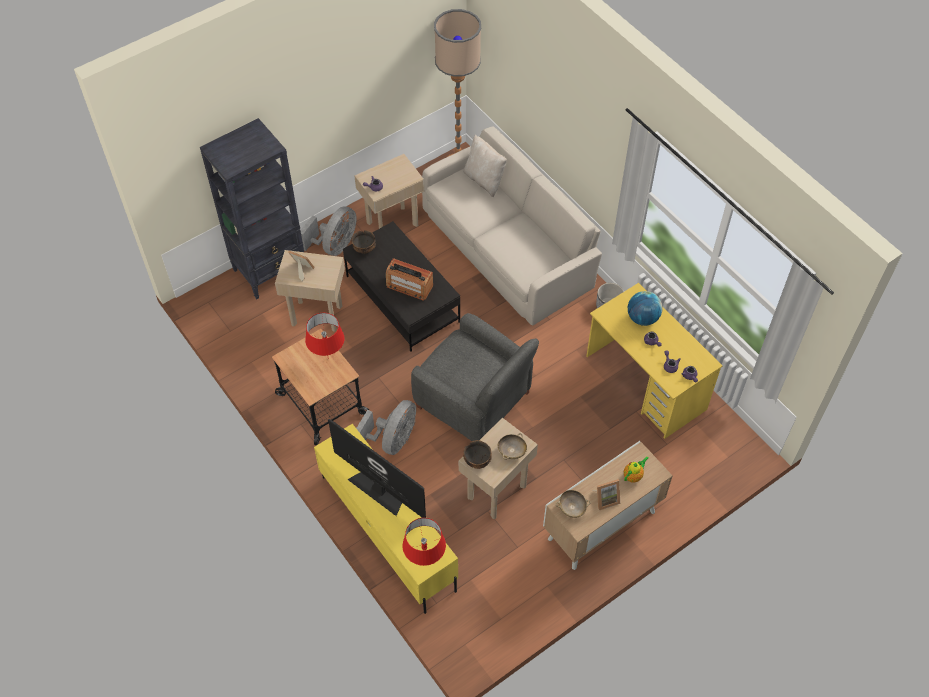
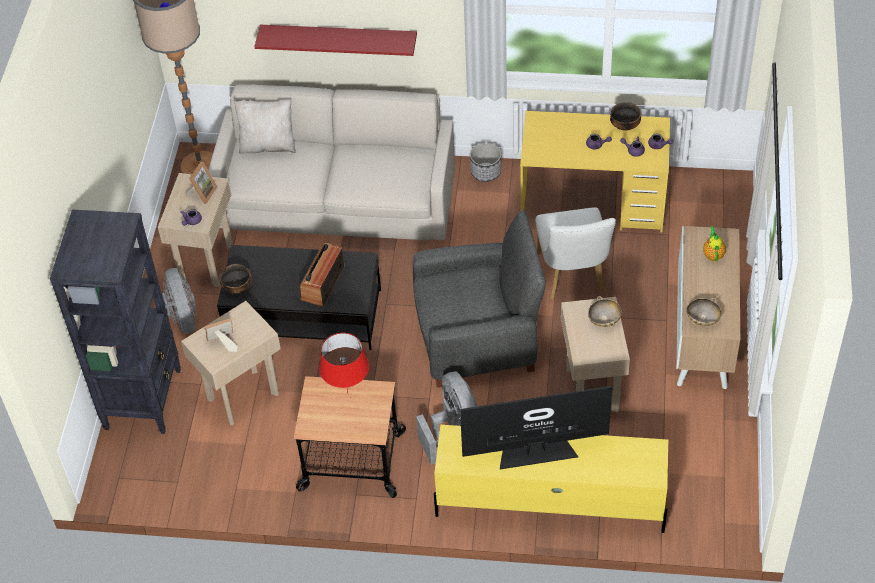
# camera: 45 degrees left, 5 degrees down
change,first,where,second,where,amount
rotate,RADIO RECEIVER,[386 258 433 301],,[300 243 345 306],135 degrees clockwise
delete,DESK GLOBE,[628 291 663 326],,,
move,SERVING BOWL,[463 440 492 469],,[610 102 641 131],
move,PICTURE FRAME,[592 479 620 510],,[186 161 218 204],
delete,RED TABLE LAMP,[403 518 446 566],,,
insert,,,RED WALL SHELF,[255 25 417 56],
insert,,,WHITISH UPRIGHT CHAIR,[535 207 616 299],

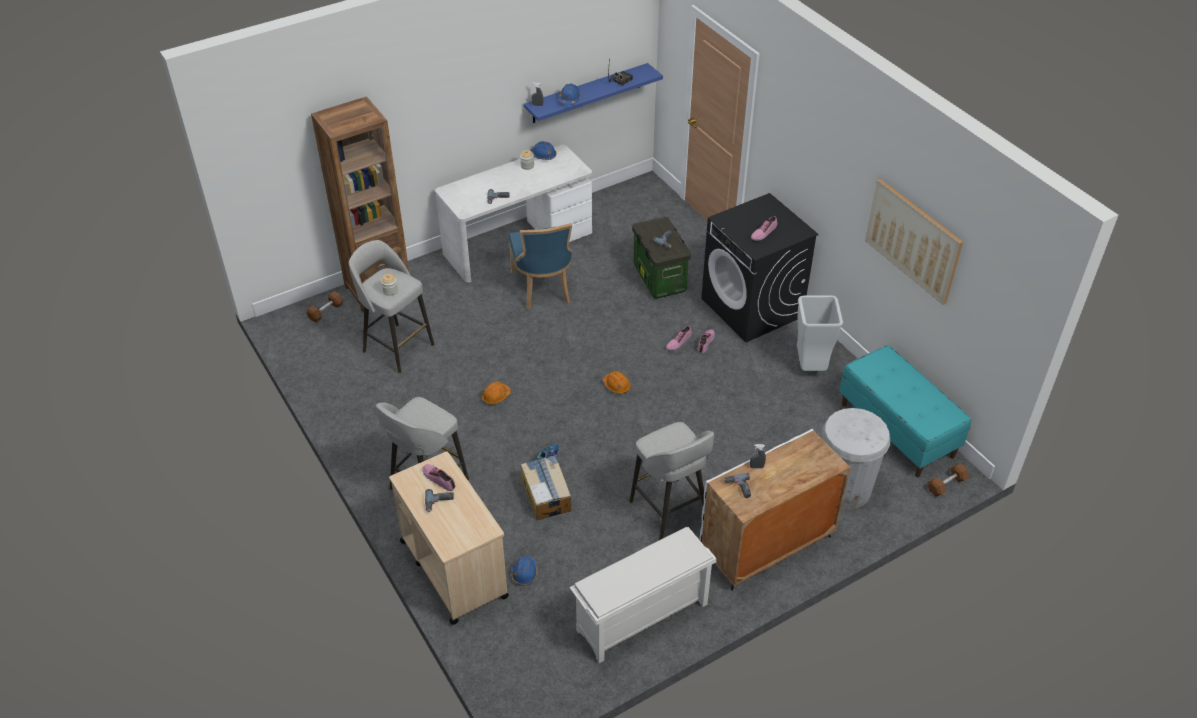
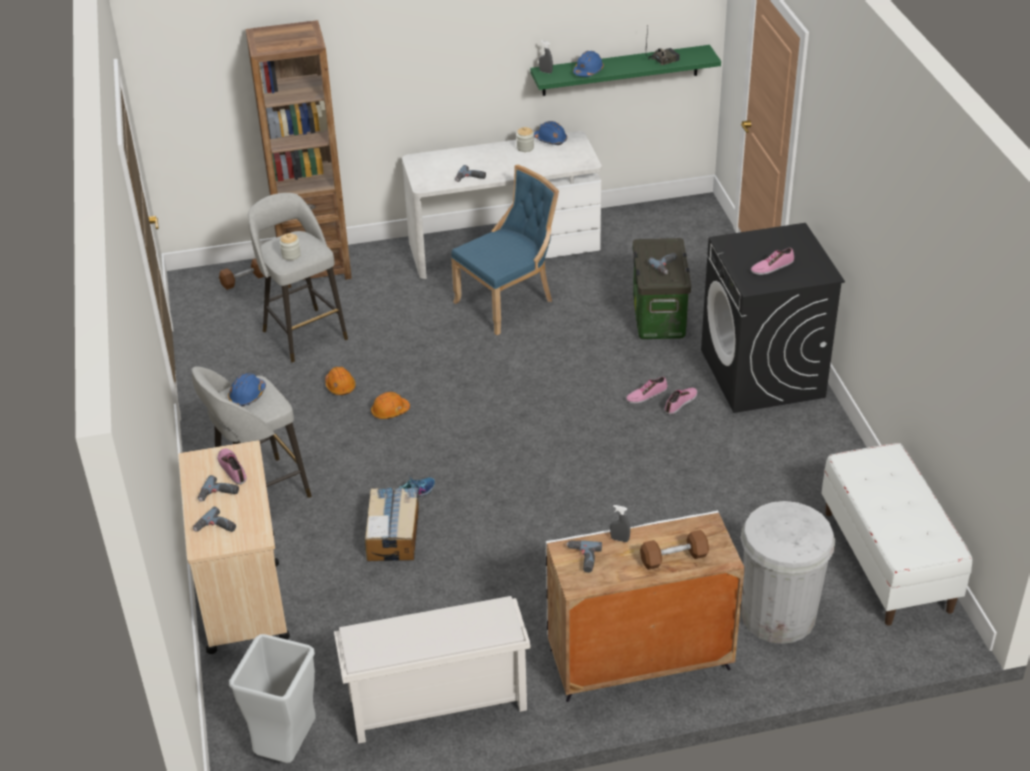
# camera: 20 degrees right, 5 degrees down
change,first,where,second,where,amount
recolor,BLUE-COLOURED WALL SHELF,[524 63 663 123],GREENISH WALL SHELF,[530 45 721 96],
delete,PICTURE,[865 179 963 305],,,
rotate,BLUE-COLOURED UPRIGHT CHAIR,[509 223 572 309],,[451 165 559 335],135 degrees counterclockwise
move,GRAY TRASH CAN,[797 295 843 371],,[229 634 316 763],
recolor,TURQUOISE-COLOURED INDOOR BENCH,[839 345 971 477],WHITISH INDOOR BENCH,[821 443 972 626],
move,ORANGE-COLOURED SAFETY HELMET,[603 371 631 394],,[325 367 356 395],
delete,GRAY STOOL,[629 422 714 540],,,
move,BROWN-COLOURED FREE WEIGHT,[927 463 969 497],,[640 530 709 570],
move,BLUE-COLOURED SAFETY HELMET,[511 556 538 585],,[228 373 266 406],
insert,,,ELECTRIC DRILL,[193 506 236 532],

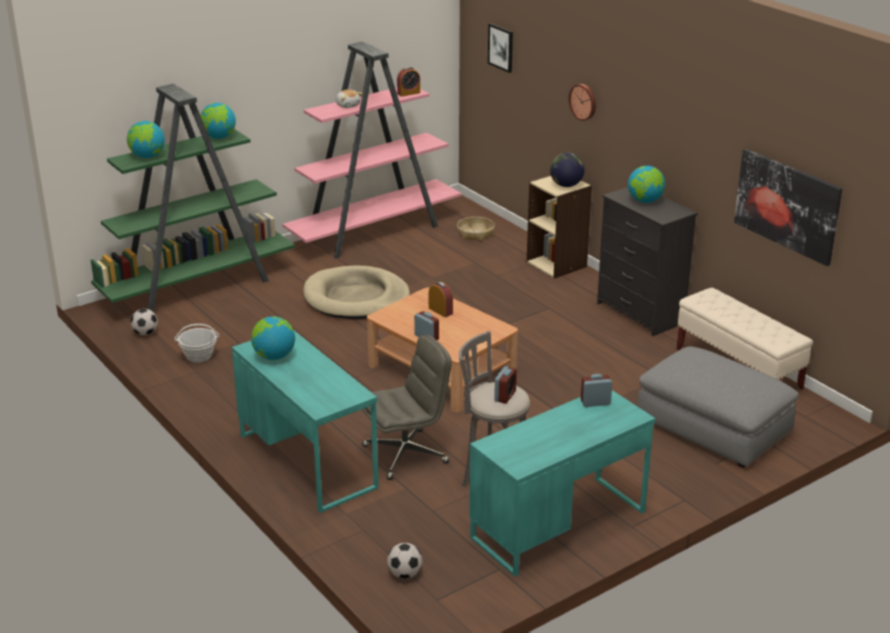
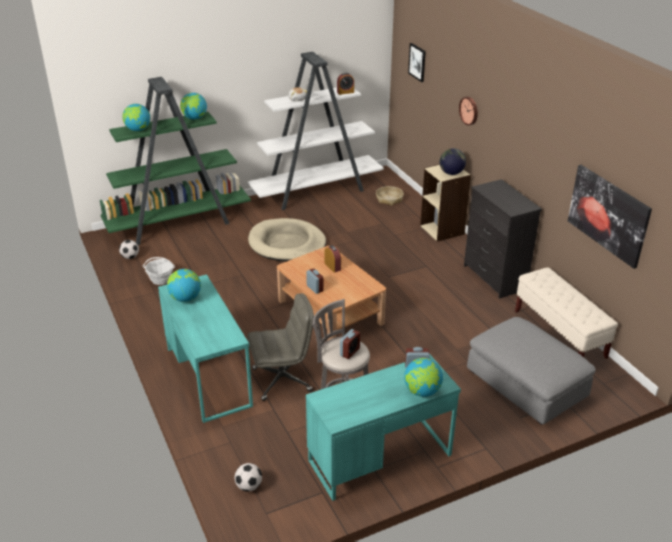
# camera: 10 degrees right, 5 degrees up
change,first,where,second,where,amount
recolor,PINK-COLOURED BOOKCASE,[282 42 462 259],WHITISH BOOKCASE,[248 52 384 210],
move,DESK GLOBE,[628 166 665 203],,[404 358 443 397],

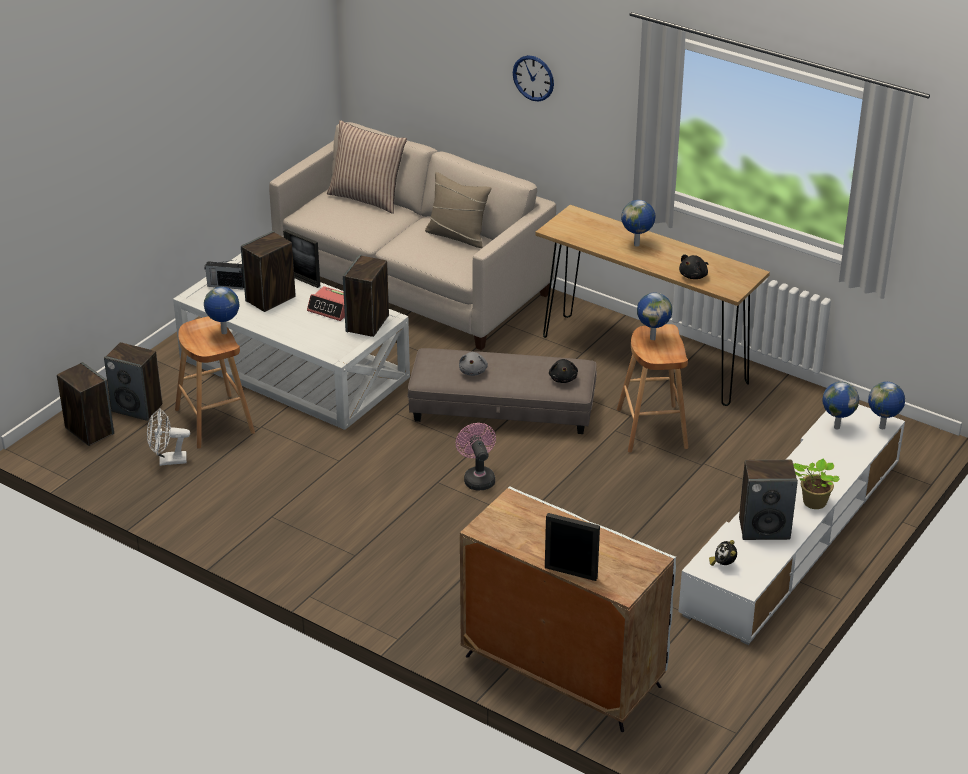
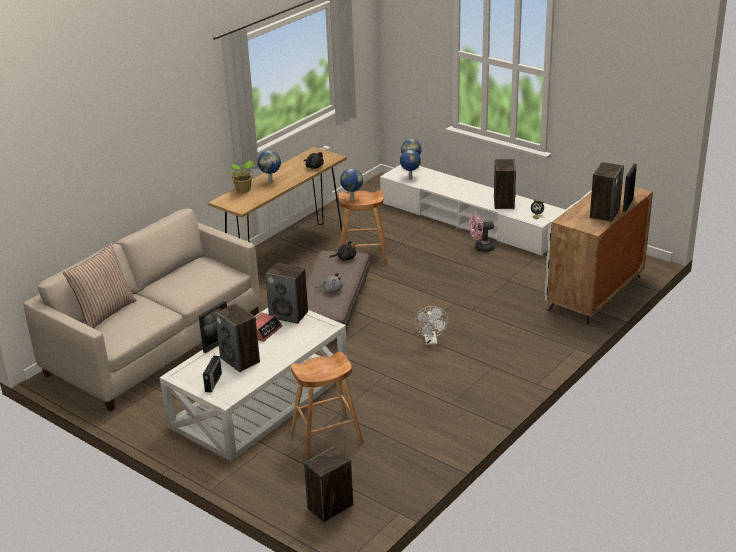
# camera: 85 degrees left, 5 degrees down
change,first,where,second,where,amount
delete,WALL CLOCK,[513 55 554 102],,,
delete,SAND-COLOURED CUSHION,[425 172 491 248],,,
delete,DESK GLOBE,[204 287 239 334],,,
move,LOUDSPEAKER,[104 342 162 421],,[590 162 624 222],
move,WHITISH COOLING FAN,[147 408 190 466],,[414 306 448 345],
move,PINK-COLOURED COOLING FAN,[456 423 496 491],,[469 214 495 252],
move,POTTED PLANT,[793 459 840 509],,[228 160 256 193],

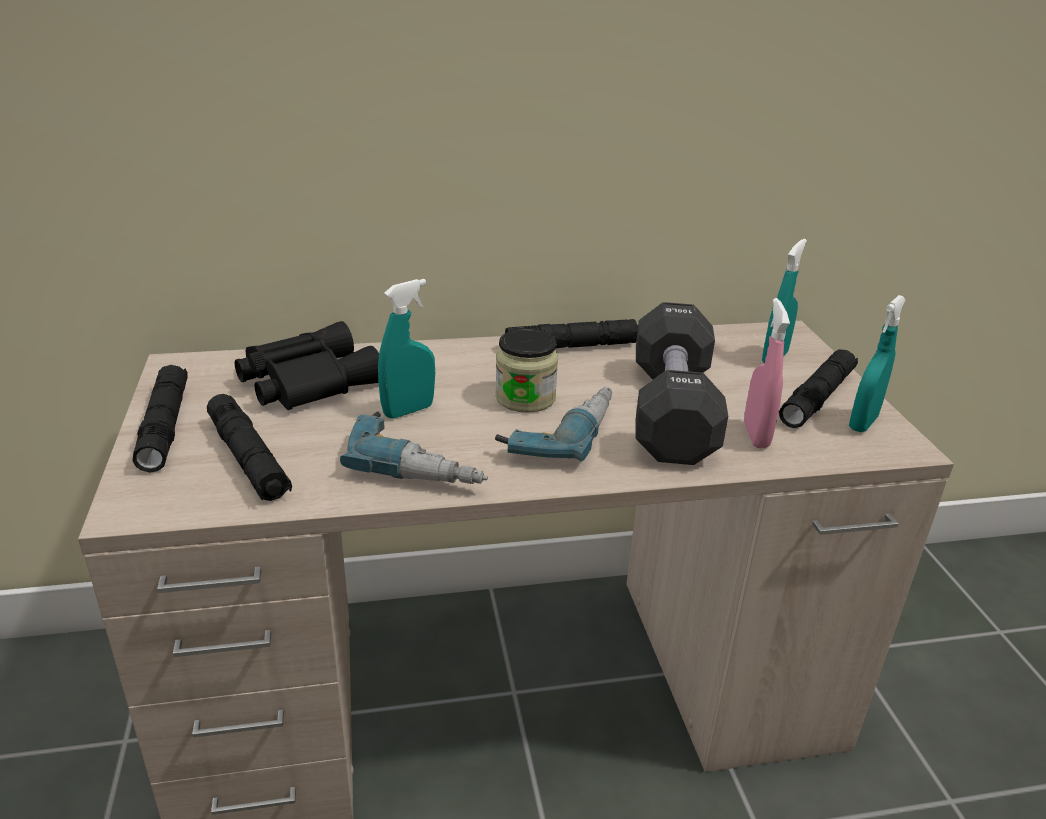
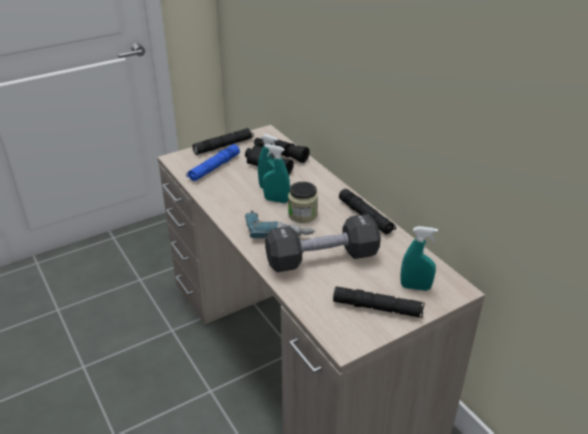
# camera: 70 degrees right, 5 degrees up
change,first,where,second,where,amount
move,TURQUOISE-COLOURED HAND SPRAYER,[849 295 906 432],,[263 144 290 203],
delete,PINK-COLOURED HAND SPRAYER,[744 298 790 448],,,
recolor,BLACK FLASHLIGHT,[207 394 292 501],BLUE-COLOURED FLASHLIGHT,[186 144 240 182],
delete,ELECTRIC DRILL,[340 411 488 484],,,

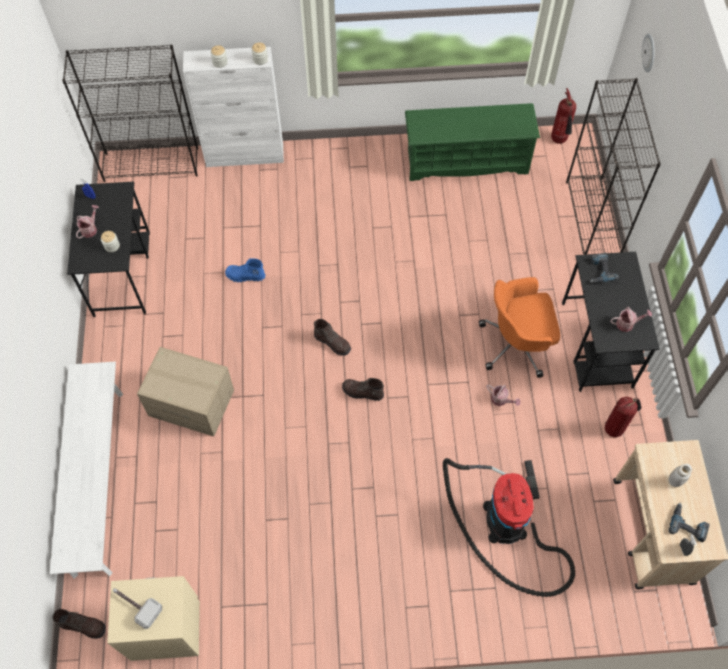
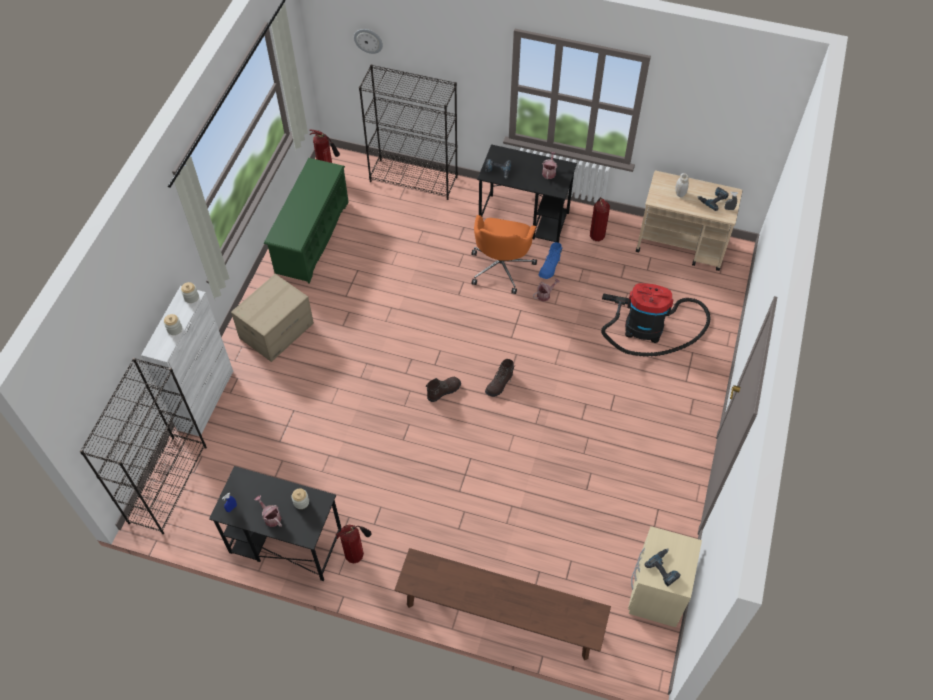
# camera: 70 degrees left, 5 degrees down
change,first,where,second,where,amount
move,BLUE-COLOURED TALL BOOT,[225 258 265 282],,[539 242 562 279],
move,CARTON,[137 347 234 436],,[231 274 314 362],
recolor,WHITISH INDOOR BENCH,[50 362 123 579],BROWN-COLOURED INDOOR BENCH,[394 548 611 660],
replace,TOOL HAMMER,[113 588 162 629],ELECTRIC DRILL,[645 549 680 586],
delete,BROWN-COLOURED TALL BOOT,[53 608 106 639],,,
insert,,,FIRE EXTINGUISHER,[336 525 372 563],

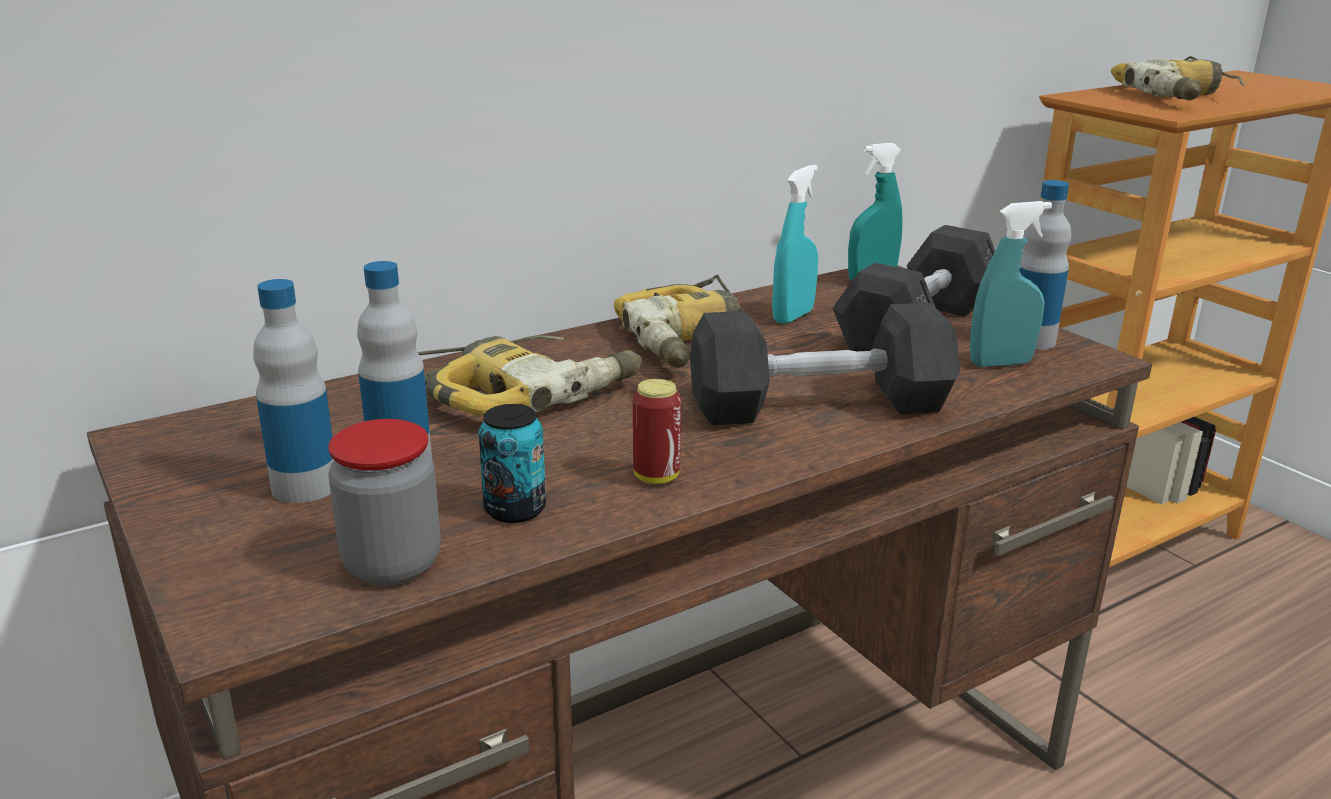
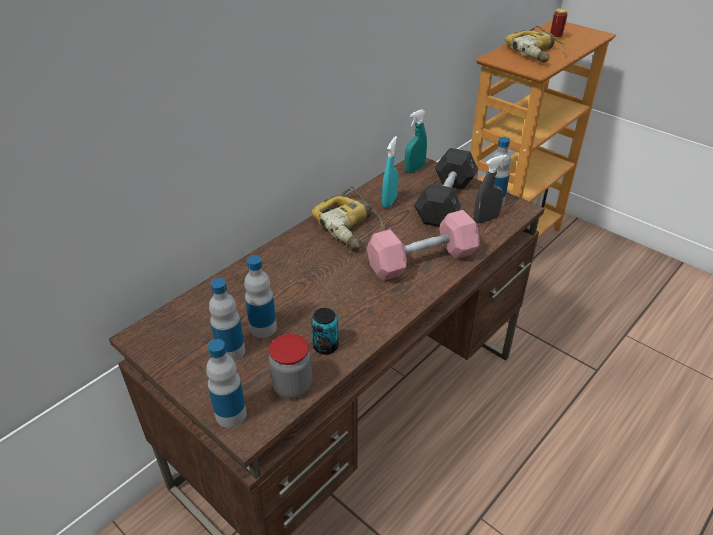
# camera: 15 degrees left, 15 degrees up
change,first,where,second,where,amount
recolor,TURQUOISE-COLOURED HAND SPRAYER,[970 201 1052 367],GRAY HAND SPRAYER,[474 155 507 223],
recolor,GRAY FREE WEIGHT,[690 303 960 426],PINK-COLOURED FREE WEIGHT,[367 210 480 281],
delete,ELECTRIC DRILL,[418 335 642 416],,,
move,METAL CAN,[633 379 681 484],,[550 8 568 39],
insert,,,BEVERAGE BOTTLE,[206 339 246 428],

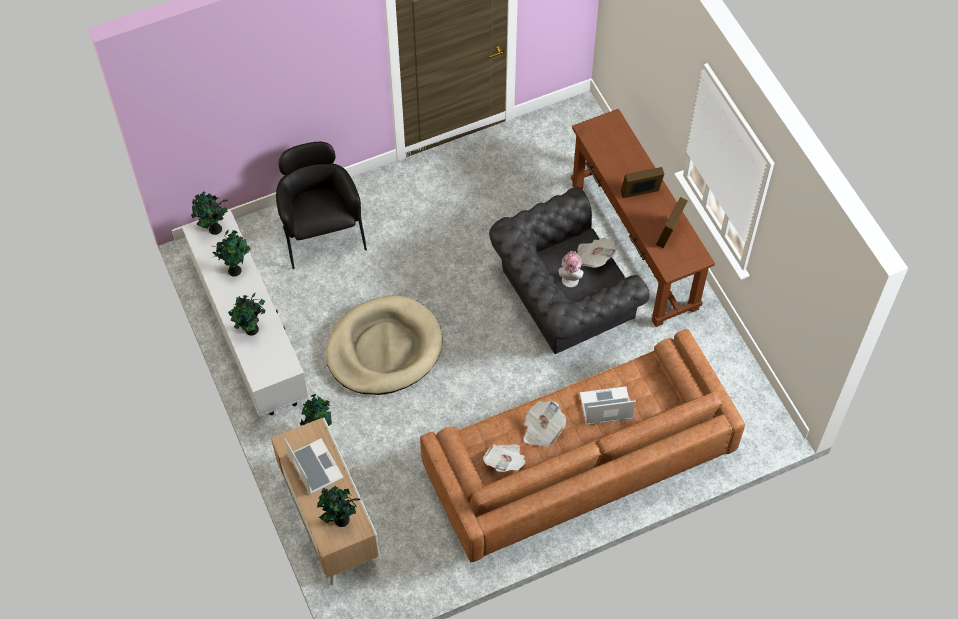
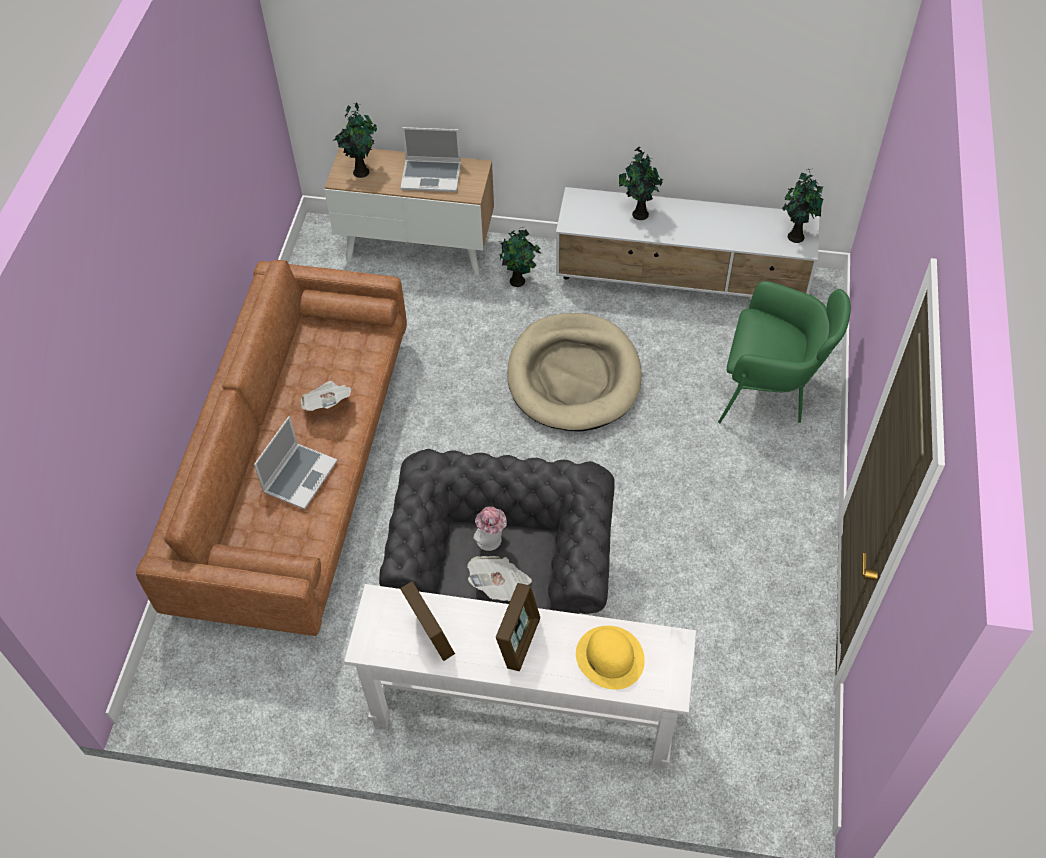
# camera: 125 degrees right, 5 degrees down
change,first,where,second,where,amount
recolor,BROWN-COLOURED NARROW TABLE,[571 109 715 327],WHITISH NARROW TABLE,[344 584 697 769],
recolor,BLACK EASY CHAIR,[276 142 367 269],GREENISH EASY CHAIR,[718 281 851 423],
delete,POTTED PLANT,[212 229 251 277],,,
delete,DAILY PAPER,[483 444 526 472],,,
insert,,,YELLOW-COLOURED HAT,[576 626 645 690],

